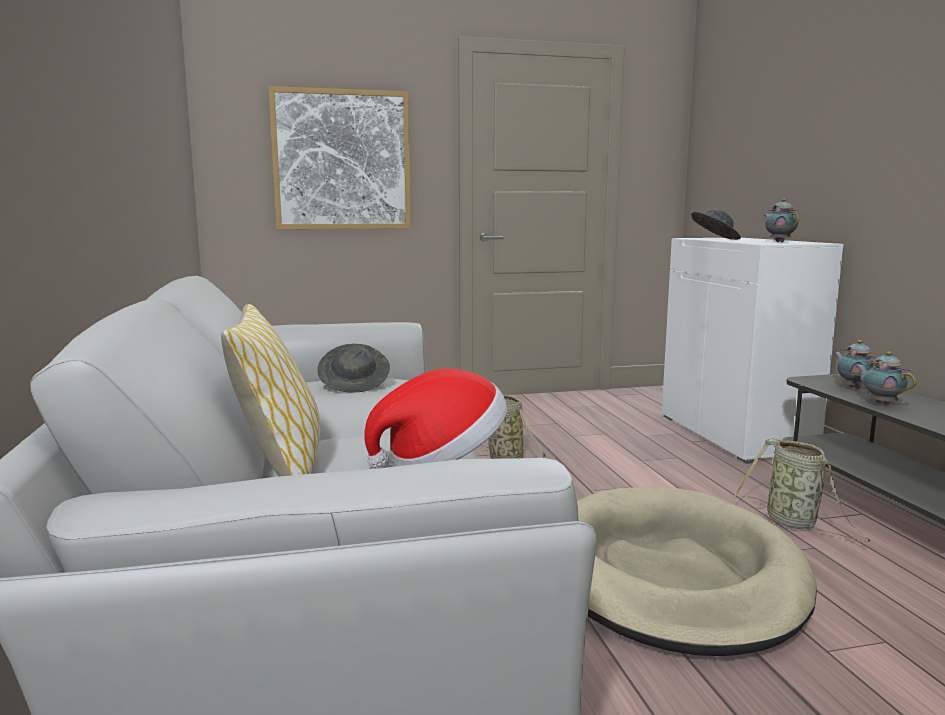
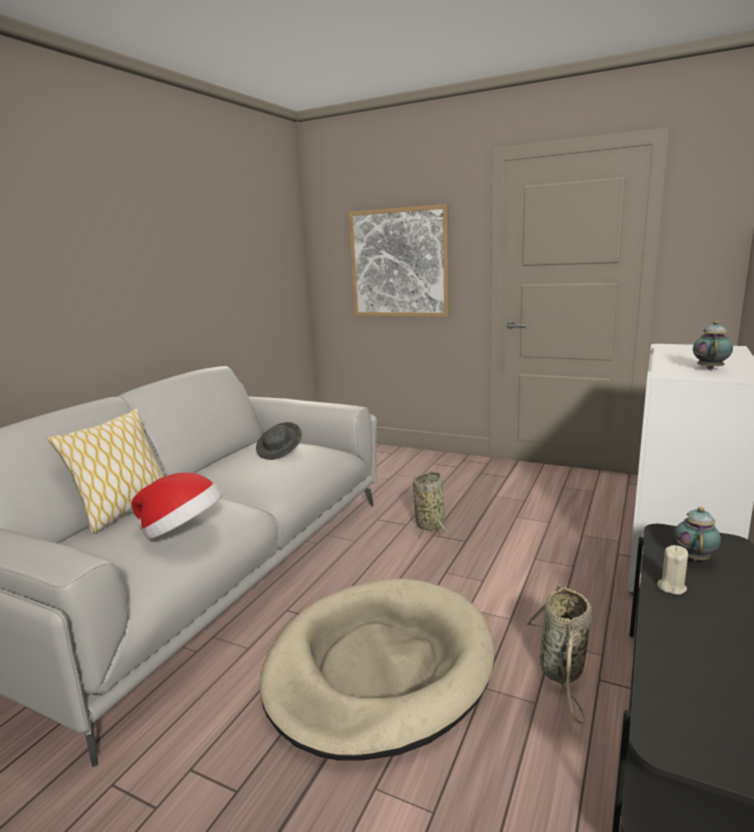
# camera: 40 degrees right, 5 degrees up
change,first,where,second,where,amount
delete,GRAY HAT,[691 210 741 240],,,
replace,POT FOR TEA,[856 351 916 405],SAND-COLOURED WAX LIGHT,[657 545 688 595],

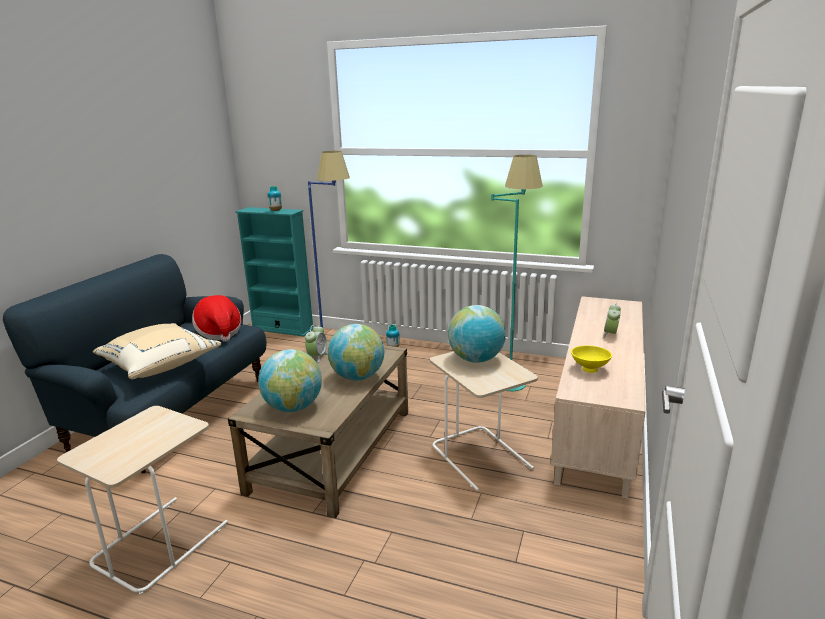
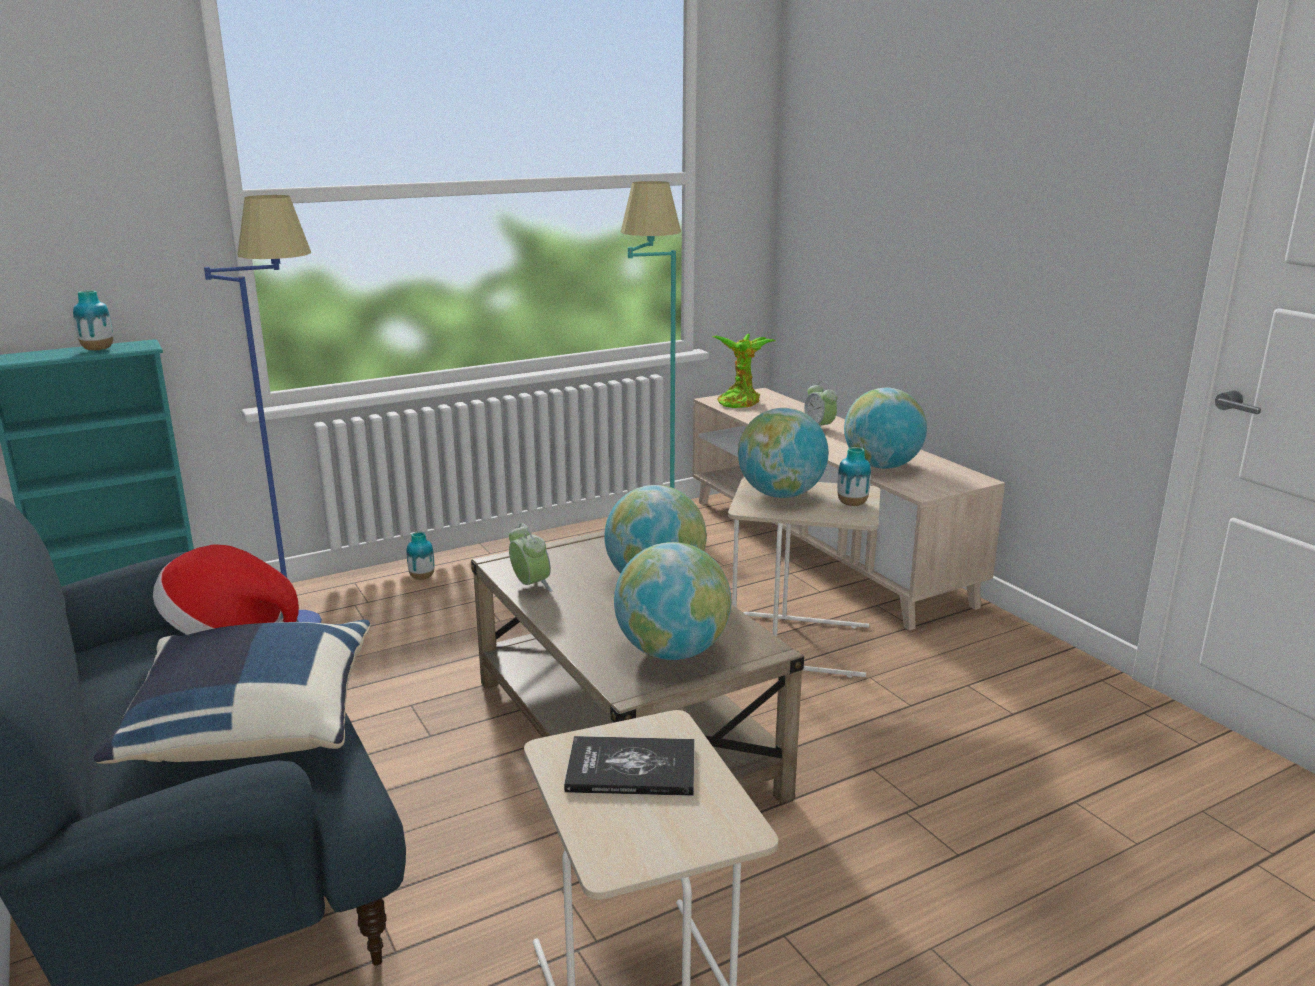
# camera: 50 degrees left, 0 degrees up
change,first,where,second,where,amount
recolor,SAND-COLOURED CUSHION,[93 323 221 379],BLUE-COLOURED CUSHION,[94 620 371 764],
replace,YELLOW-COLOURED SERVING BOWL,[571 346 612 373],DESK GLOBE,[844 388 927 469],
insert,,,POTTED PLANT,[712 334 775 408],
insert,,,DECORATIVE VASE,[837 447 871 506],
insert,,,BOUND BOOK,[564 736 695 796],

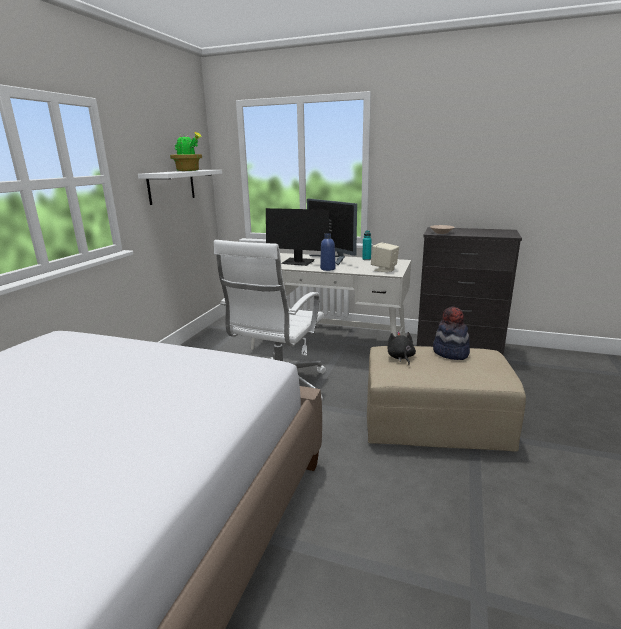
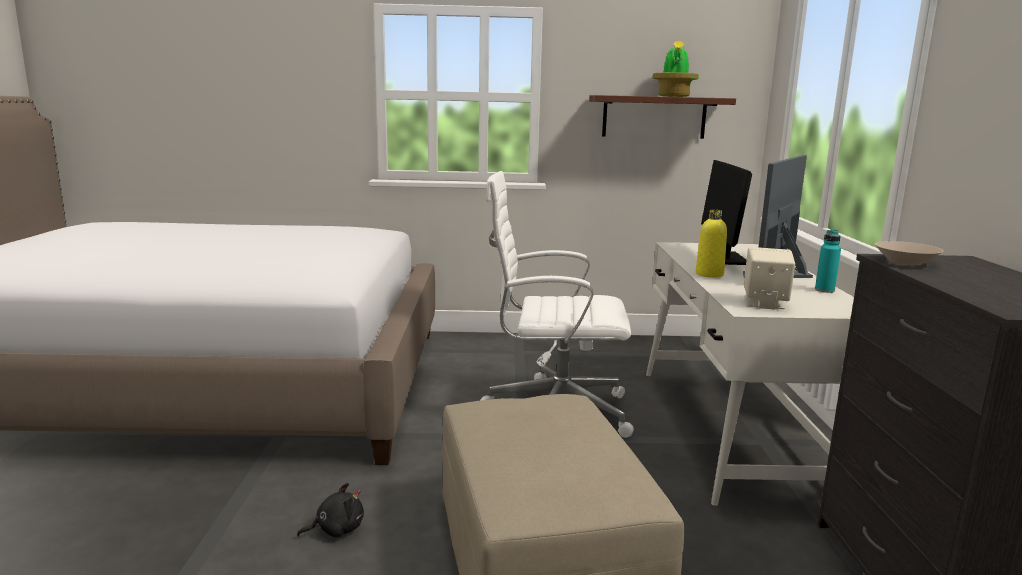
# camera: 70 degrees right, 5 degrees down
change,first,where,second,where,amount
recolor,WHITISH WALL SHELF,[138 170 222 205],BROWN-COLOURED WALL SHELF,[589 95 736 139],
recolor,BLUE-COLOURED BEVERAGE BOTTLE,[320 233 336 271],YELLOW-COLOURED BEVERAGE BOTTLE,[695 210 727 278],
delete,HAT,[433 306 470 360],,,
move,BLACK CUDDLY TOY,[387 331 416 365],,[297 483 364 537],

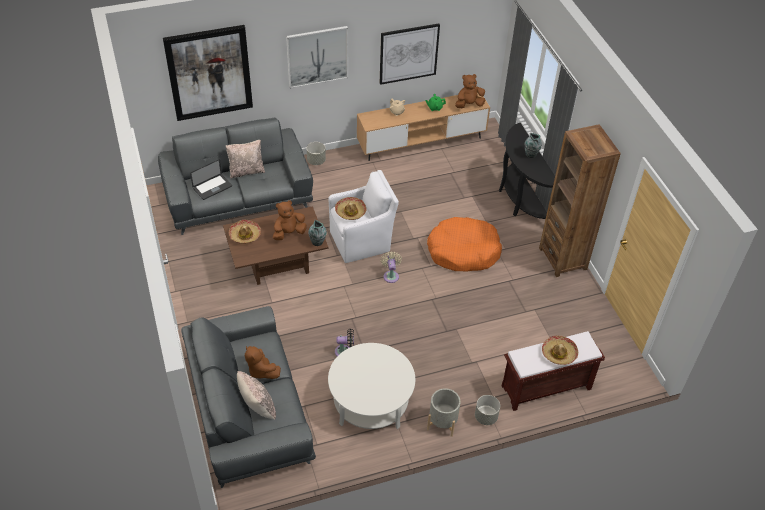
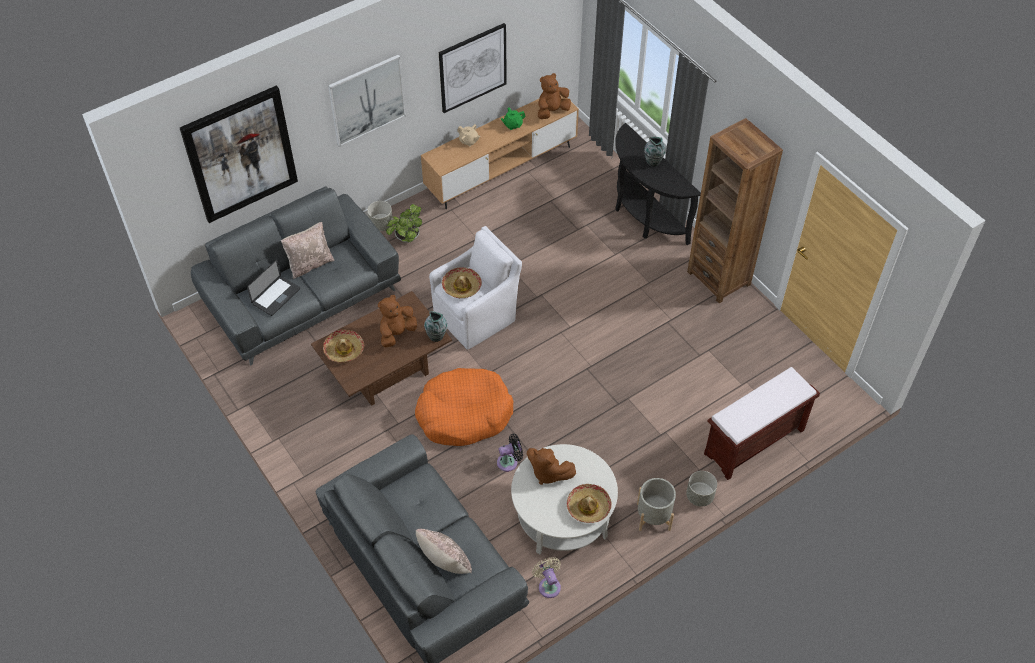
# camera: 15 degrees left, 5 degrees up
change,first,where,second,where,amount
move,ORANGE-COLOURED DOG CUSHION,[427 217 502 272],,[415 368 514 446],
move,SAND-COLOURED COOLING FAN,[381 251 402 283],,[532 557 561 598],
move,HAT,[542 335 578 365],,[567 484 612 523],
move,BROWN-COLOURED CUDDLY TOY,[245 346 281 379],,[527 448 576 485],
insert,,,POTTED PLANT,[386 204 422 243],

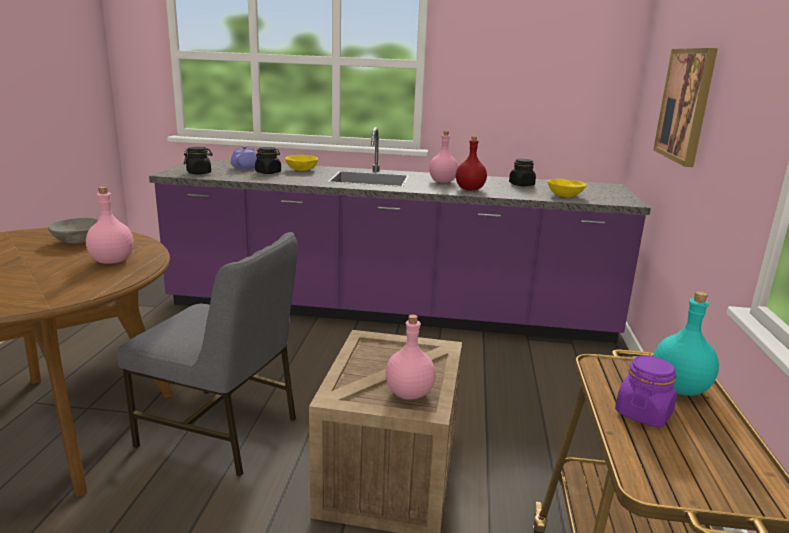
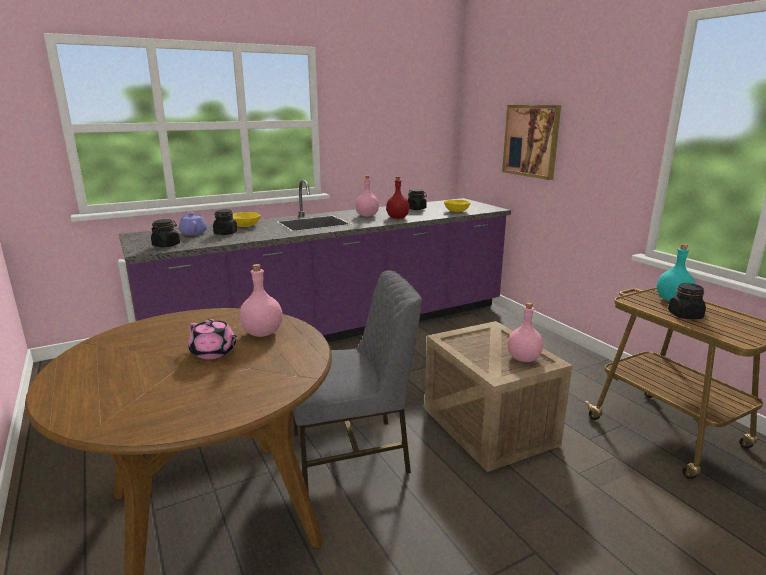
# camera: 35 degrees left, 0 degrees up
change,first,where,second,where,amount
delete,GRAY SERVING BOWL,[48 218 98 243],,,
recolor,PURPLE PRESERVE JAR,[615 356 677 427],BLACK PRESERVE JAR,[668 283 706 319],
insert,,,PINK-COLOURED POT FOR TEA,[188 319 237 359],

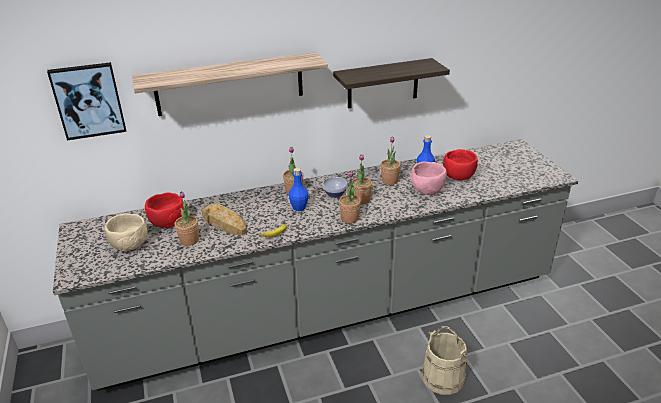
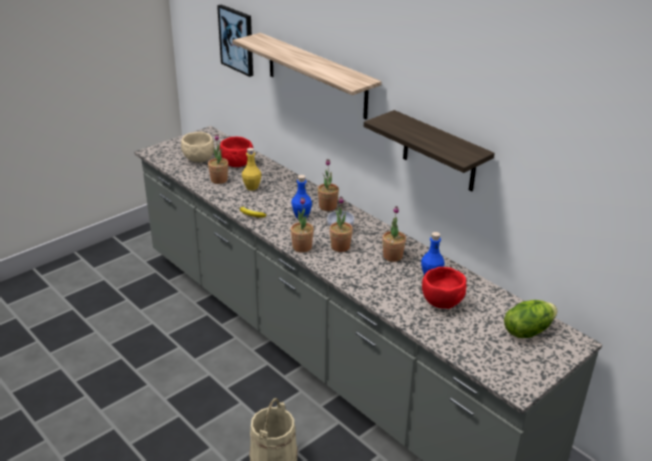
# camera: 65 degrees right, 0 degrees up
change,first,where,second,where,amount
delete,PINK-COLOURED SERVING BOWL,[411 162 447 195],,,
replace,BAKERY BREAD,[202 203 247 235],YELLOW-COLOURED BEVERAGE BOTTLE,[242 148 261 190],
insert,,,LETTUCE HEAD,[504 300 557 338],

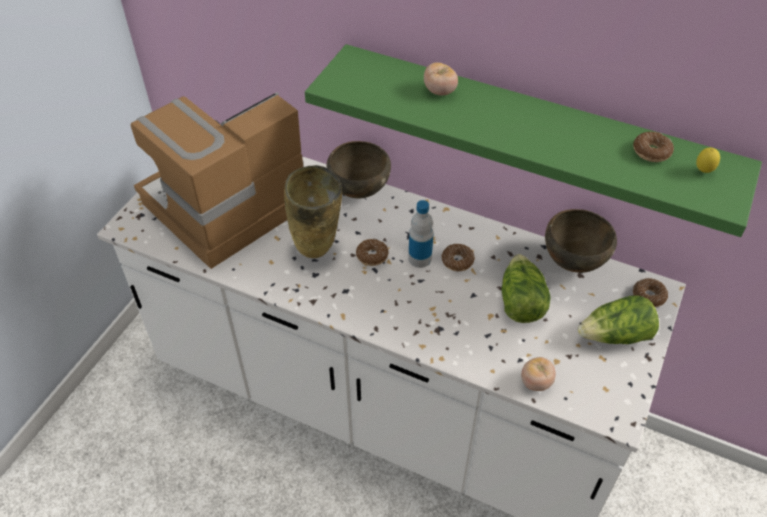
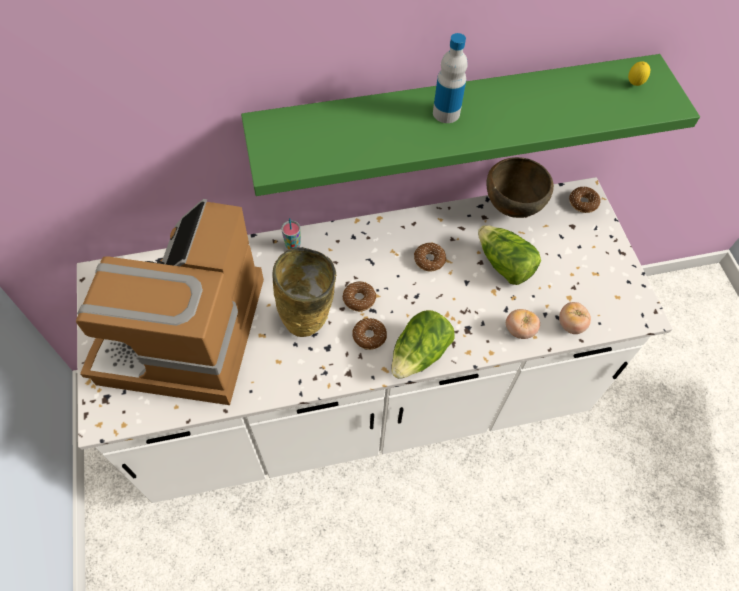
# camera: 40 degrees left, 10 degrees up
change,first,where,second,where,amount
move,TOMATO,[424 63 458 95],,[506 309 540 339],
move,DONUT,[633 132 674 162],,[352 318 387 350],
replace,BROWN-COLOURED SERVING BOWL,[327 141 391 199],CUP,[281 218 301 250],
move,BEVERAGE BOTTLE,[408 200 433 268],,[433 33 468 123],
move,LETTUCE HEAD,[578 295 659 344],,[391 310 455 379],

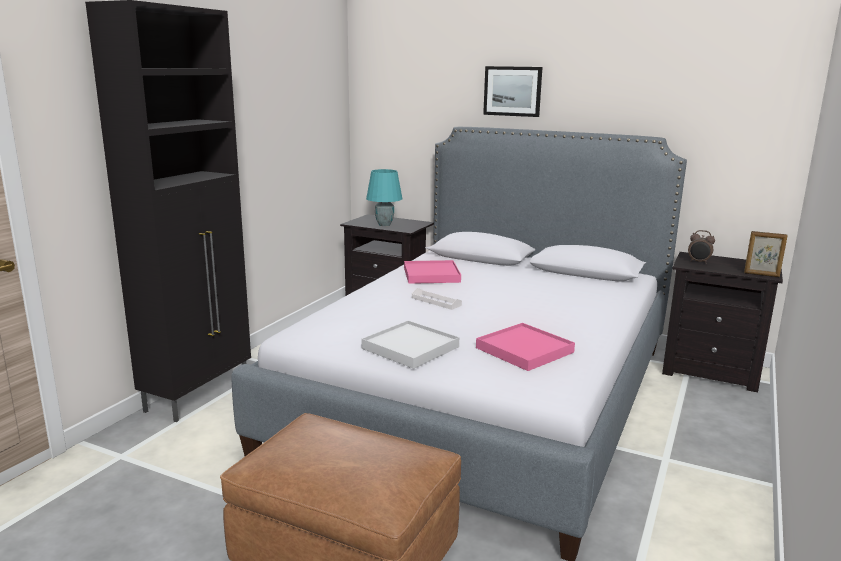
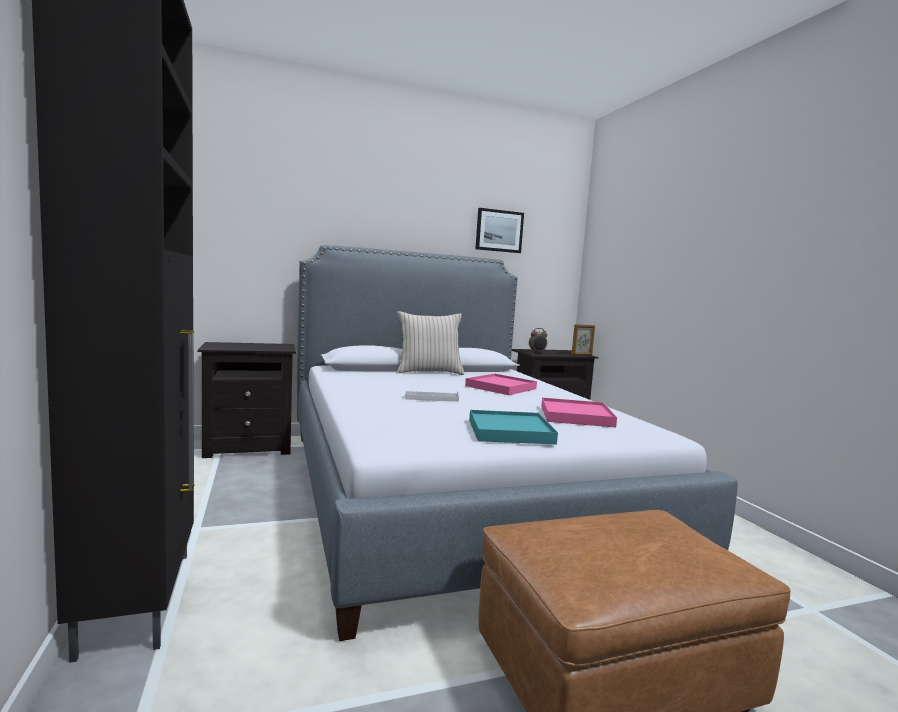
# camera: 45 degrees left, 10 degrees down
change,first,where,second,where,amount
move,PICTURE,[483 66 542 117],,[475 208 524 253],
delete,TURQUOISE-COLOURED TABLE LAMP,[366 169 402 226],,,
move,PINK-COLOURED CARRYING TRAY,[404 260 461 284],,[465 374 537 395],
recolor,WHITISH CARRYING TRAY,[361 320 459 369],TURQUOISE-COLOURED CARRYING TRAY,[469 410 558 445],
insert,,,SAND-COLOURED CUSHION,[397 311 464 375],

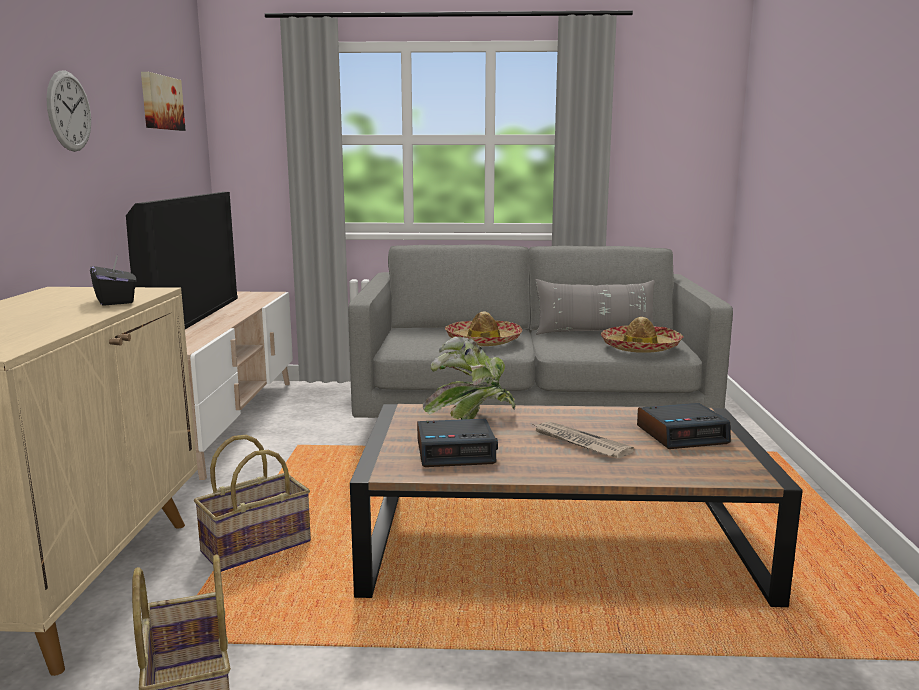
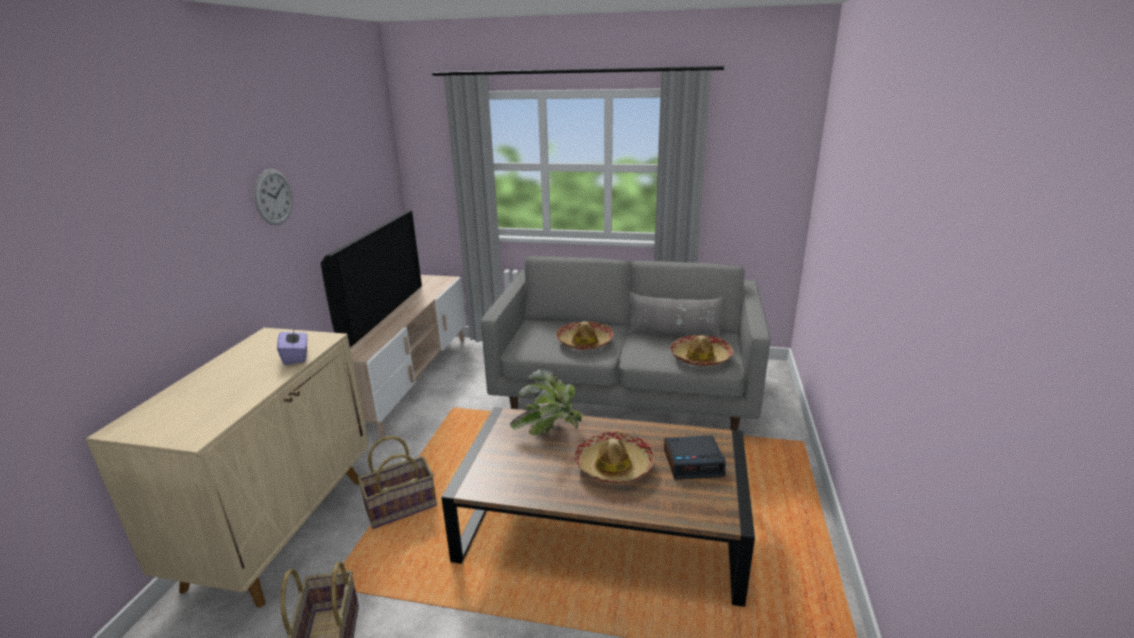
# camera: 10 degrees right, 10 degrees up
change,first,where,second,where,amount
delete,PICTURE,[141 72 185 131],,,
recolor,BLACK TISSUE BOX,[90 255 136 306],PURPLE TISSUE BOX,[277 325 308 365],
delete,BEDSIDE CLOCK,[417 419 498 467],,,
replace,DAILY PAPER,[535 421 634 458],HAT,[574 432 654 483],

